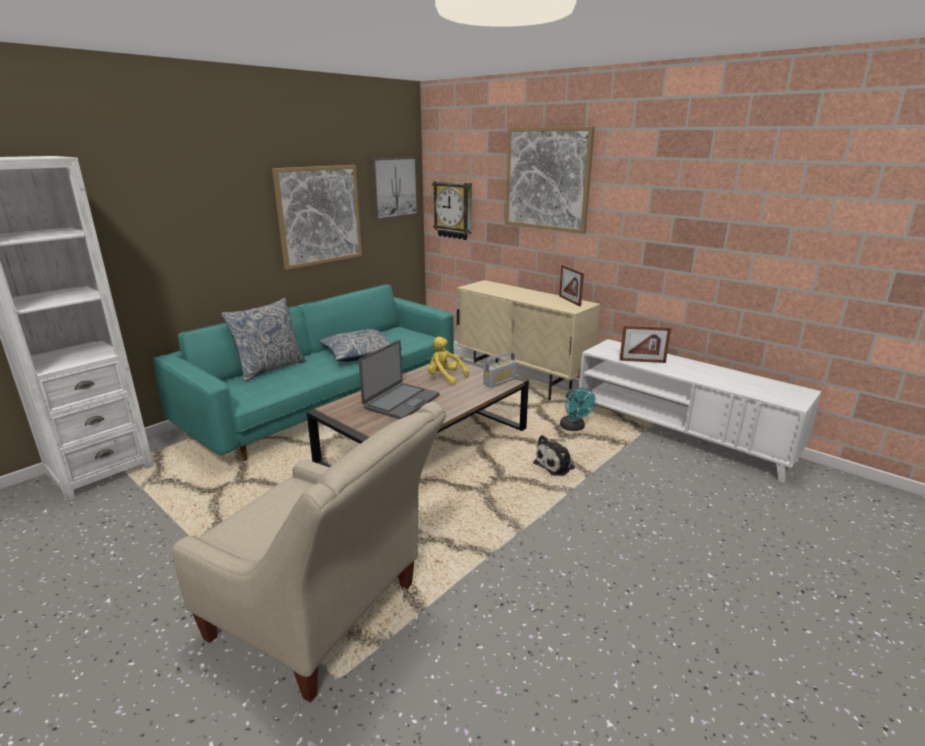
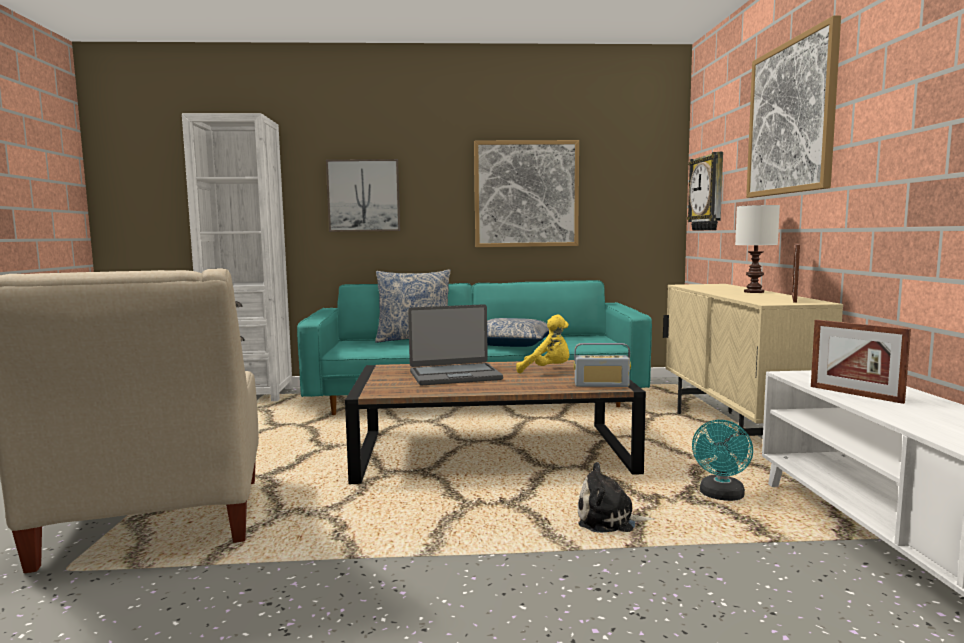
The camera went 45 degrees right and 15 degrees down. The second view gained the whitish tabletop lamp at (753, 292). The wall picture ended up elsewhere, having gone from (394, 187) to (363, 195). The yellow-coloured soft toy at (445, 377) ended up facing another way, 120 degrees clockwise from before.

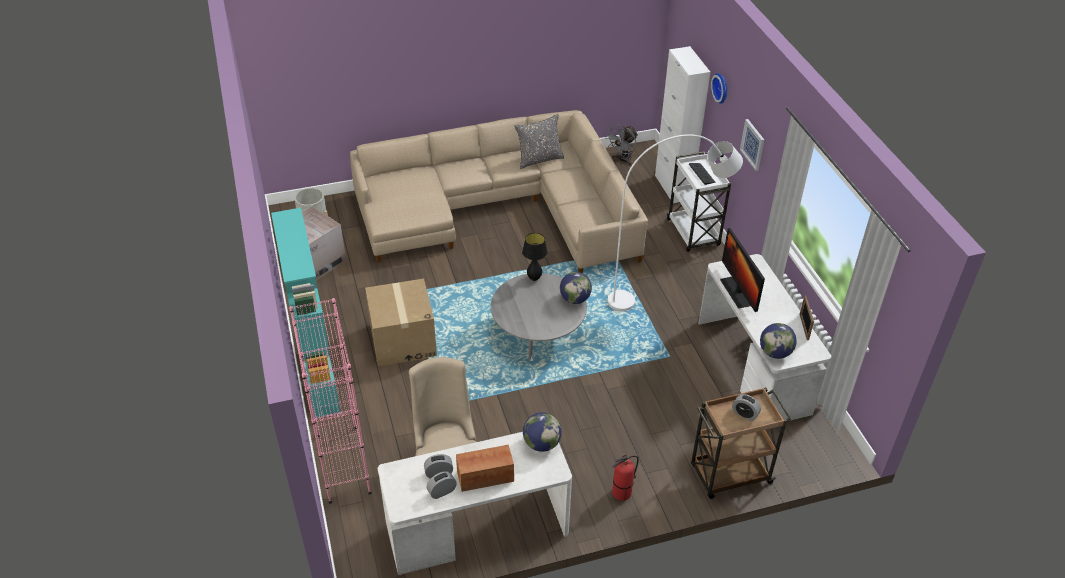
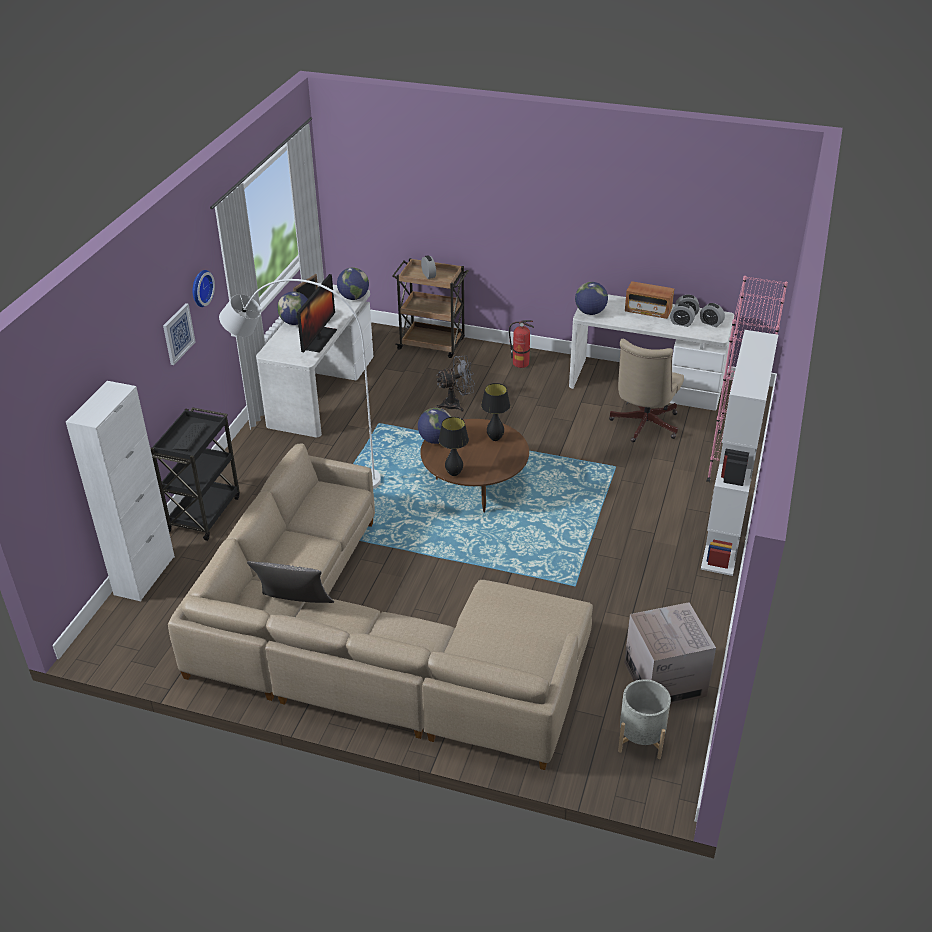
The camera went 145 degrees left and 5 degrees down. The second view lost the carton at (402, 340). The second view gained the globe at (295, 322). The second view gained the black tabletop lamp at (495, 438). The second view gained the alarm clock at (711, 323). The greyish electric fan ended up elsewhere, having gone from (622, 160) to (456, 404). The clock on the wall ended up elsewhere, having gone from (721, 88) to (200, 288). What was the turquoise bookshelf at (318, 379) turned into the whitish bookshelf at (724, 536). What was the greyish lounge table at (538, 334) turned into the brown-coloured lounge table at (474, 487). What was the whitish trolley at (693, 233) turned into the black trolley at (205, 513).

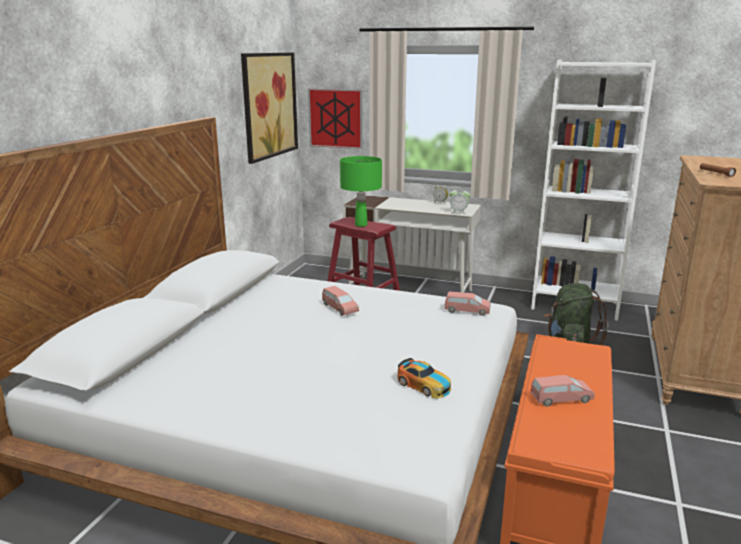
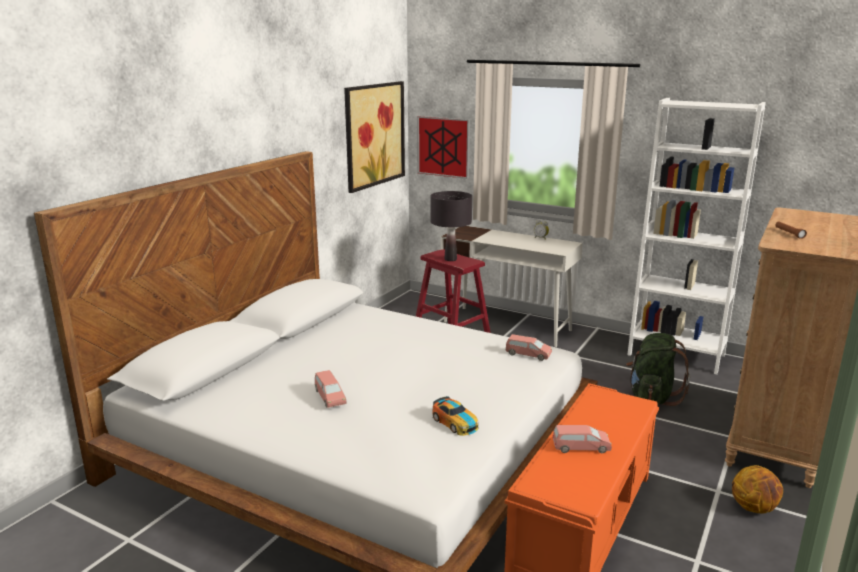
The camera went 10 degrees right and 0 degrees up. The second view lost the alarm clock at (458, 212). The second view gained the basketball ball at (754, 508). The pink model car ended up elsewhere, having gone from (339, 308) to (330, 397). What was the greenish tabletop lamp at (361, 225) turned into the black tabletop lamp at (450, 259).

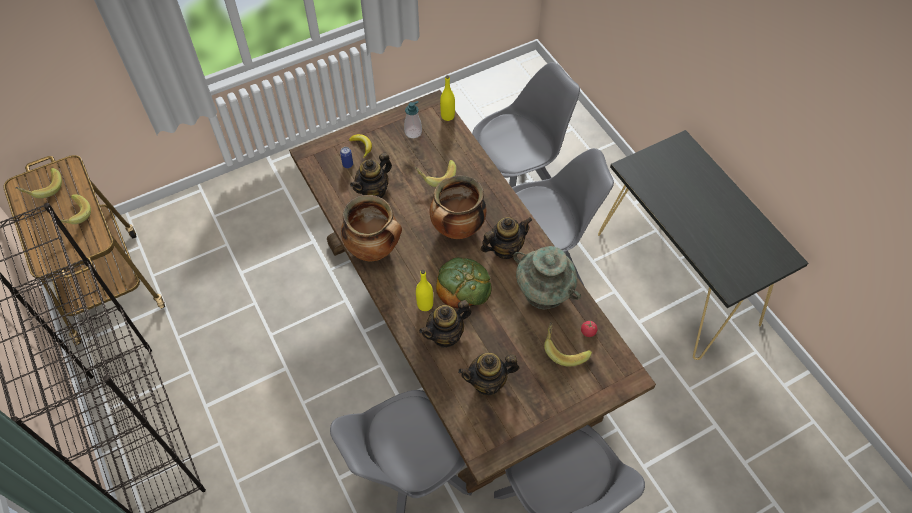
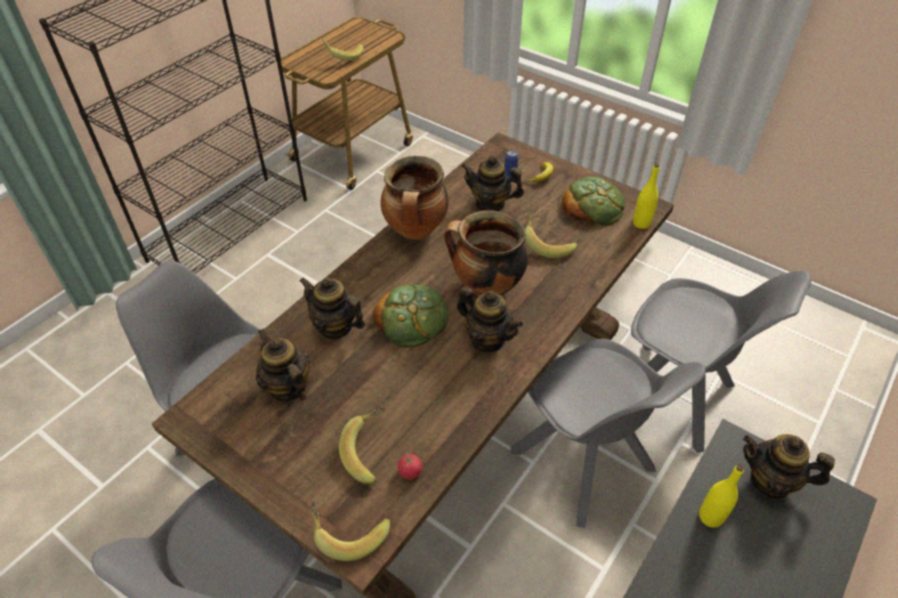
The camera went 65 degrees right and 10 degrees down. The second view lost the turquoise flower vase at (543, 292). The second view gained the pot for tea at (770, 481). The banana fruit ended up elsewhere, having gone from (43, 189) to (349, 532). The yellow-coloured bottle ended up elsewhere, having gone from (425, 305) to (710, 517). Where the soap dispenser stood at (413, 132), the bakery bread came to stand at (593, 205).

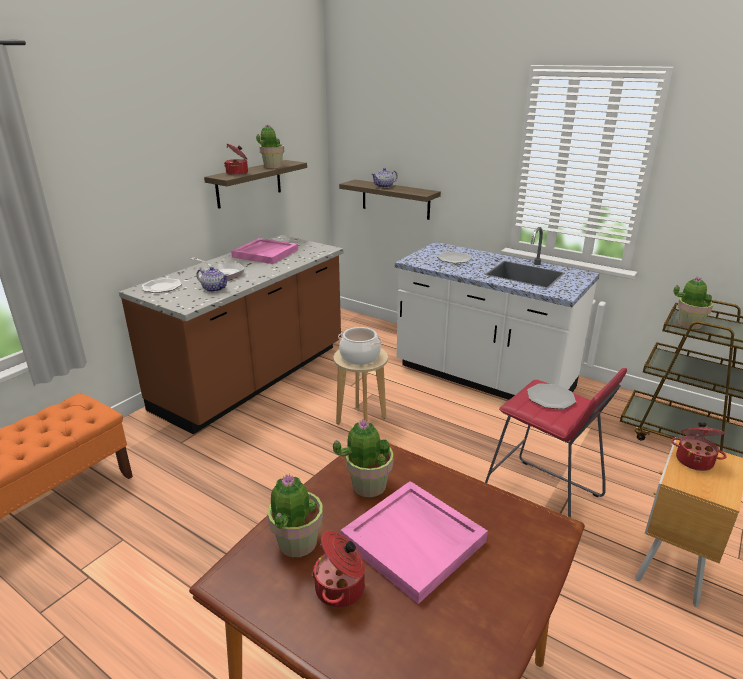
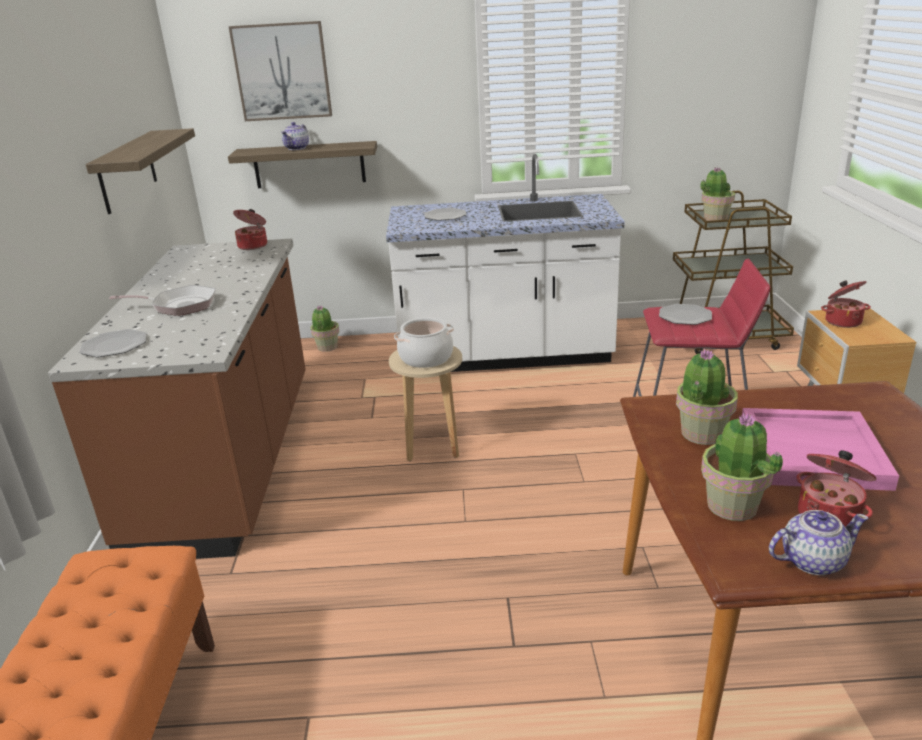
The camera went 35 degrees left and 0 degrees up. The second view lost the pink tray at (265, 253). The second view gained the wall picture at (282, 71). The pot for tea ended up elsewhere, having gone from (214, 289) to (811, 561). The saucepot ended up elsewhere, having gone from (238, 173) to (253, 246). The potted plant ended up elsewhere, having gone from (272, 166) to (327, 347).

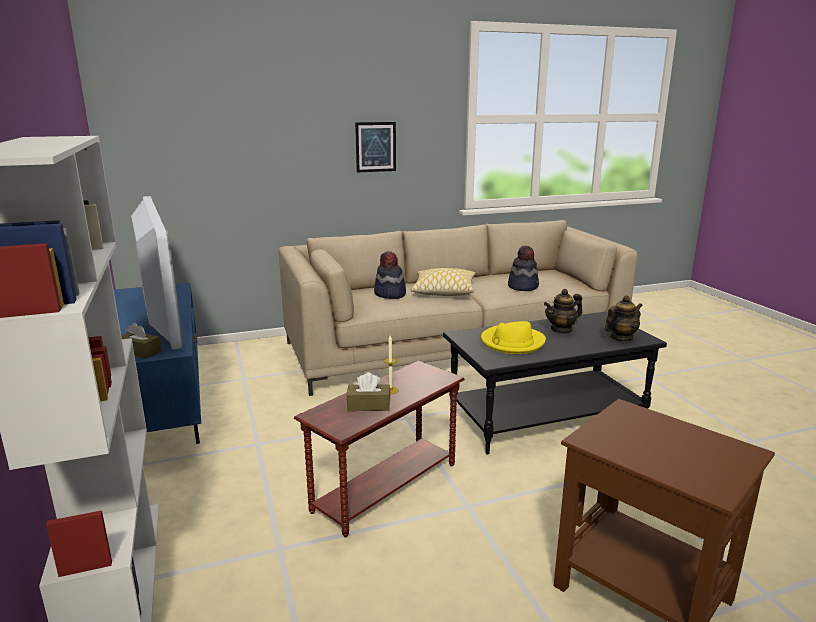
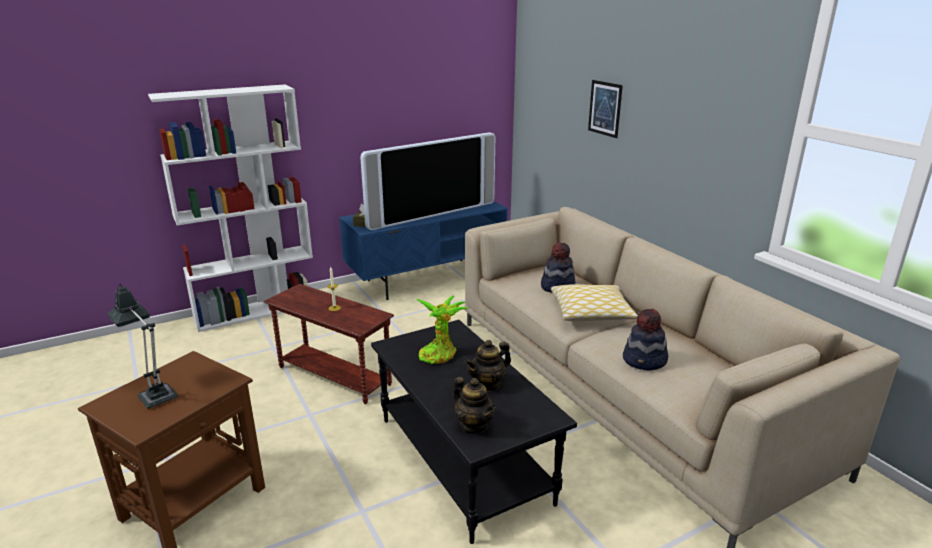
The camera went 80 degrees right and 5 degrees up. The second view lost the brown-coloured tissue box at (368, 405). The second view gained the tabletop lamp at (155, 394). The wall picture ended up elsewhere, having gone from (375, 147) to (605, 108). Where the yellow-coloured clothing hat stood at (512, 342), the potted plant came to stand at (439, 354). The pot for tea at (561, 330) ended up facing another way, 90 degrees counterclockwise from before.

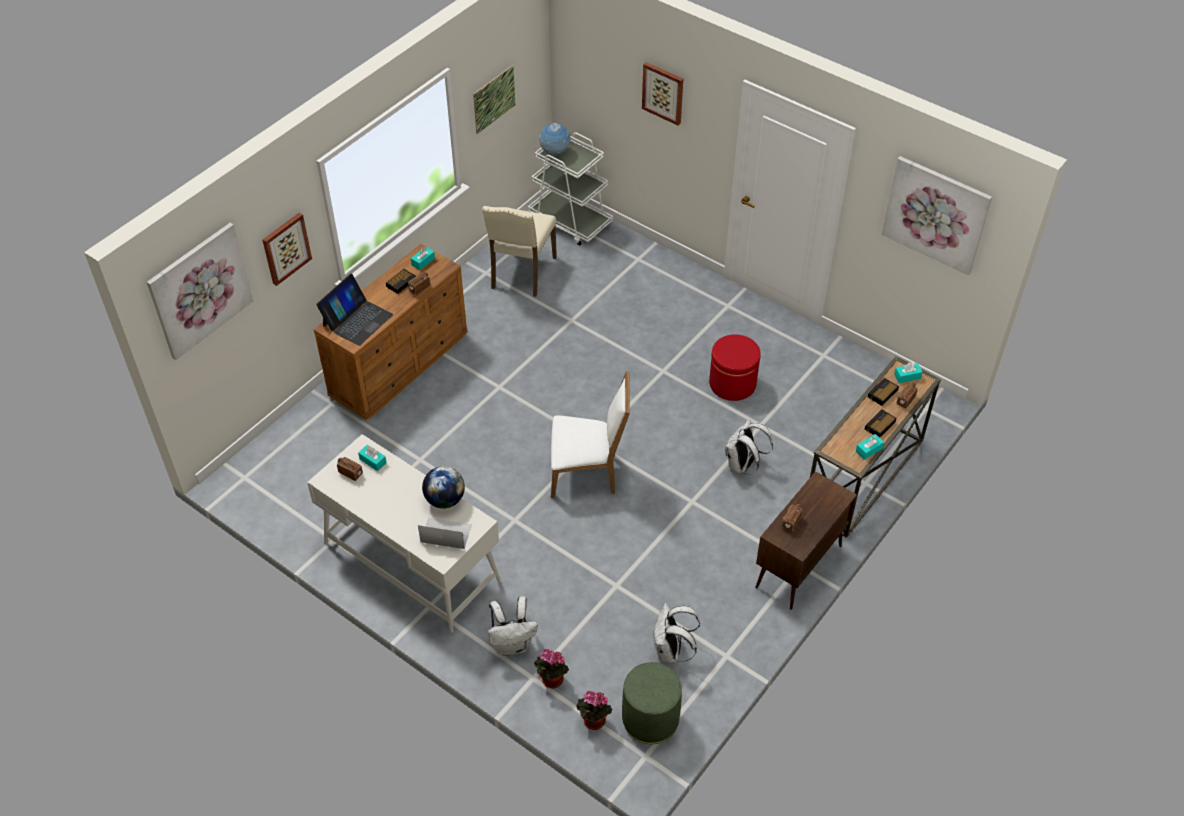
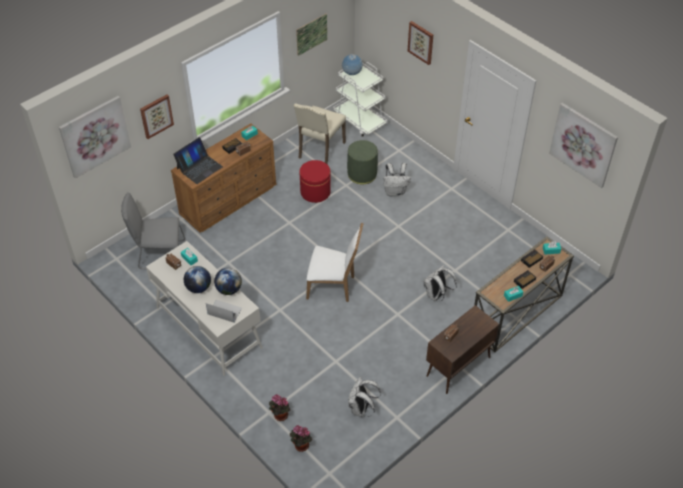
The camera went 10 degrees right and 0 degrees up. The second view gained the greyish upright chair at (159, 255). The second view gained the globe at (198, 288). The whitish backpack ended up elsewhere, having gone from (512, 644) to (395, 192). The greenish pouffe ended up elsewhere, having gone from (650, 719) to (362, 174). The red-coloured pouffe ended up elsewhere, having gone from (732, 384) to (315, 192).

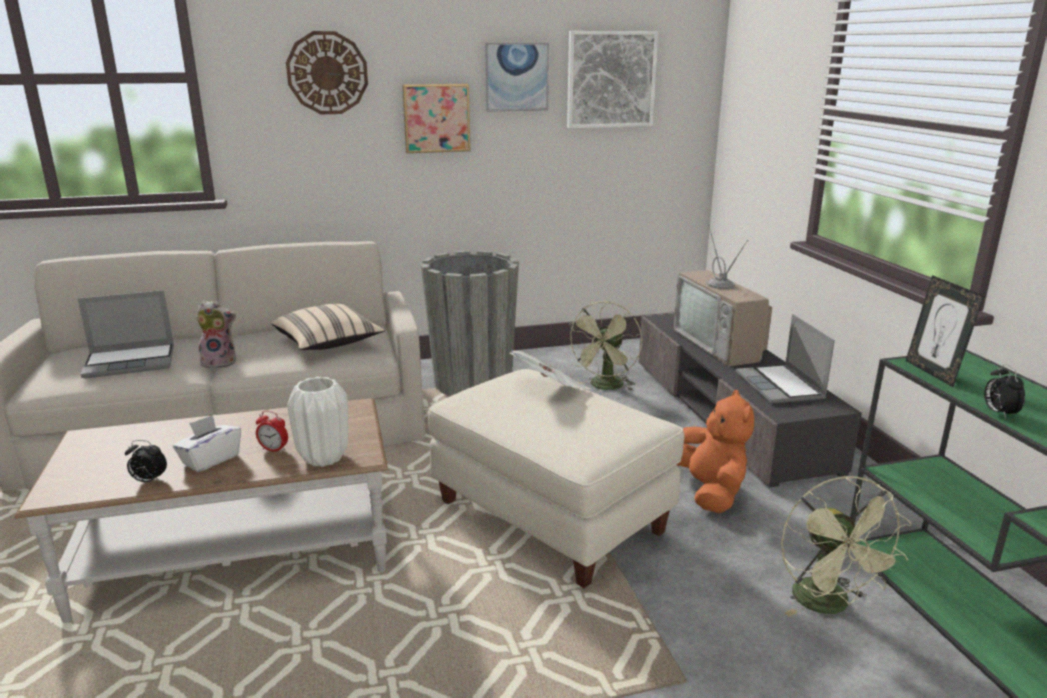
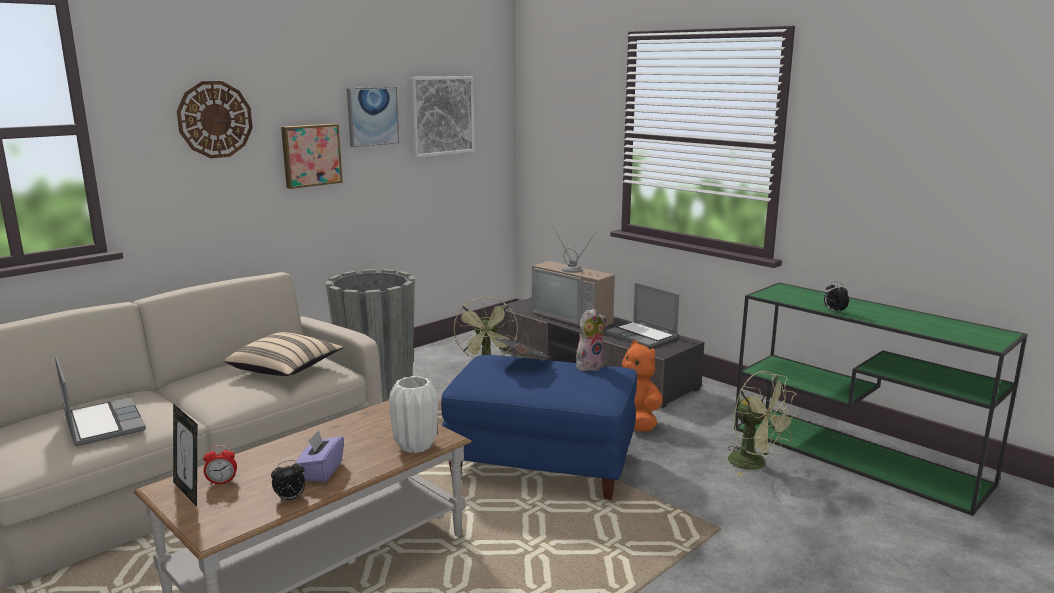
The camera went 30 degrees left and 5 degrees down. The soft toy ended up elsewhere, having gone from (220, 362) to (589, 365). The alarm clock ended up elsewhere, having gone from (274, 449) to (222, 482). The photo frame ended up elsewhere, having gone from (933, 373) to (190, 492). What was the whitish tissue box at (210, 459) turned into the purplish tissue box at (321, 471). What was the beige pouffe at (549, 518) turned into the blue pouffe at (541, 466). The laptop at (131, 362) ended up facing another way, 75 degrees counterclockwise from before.

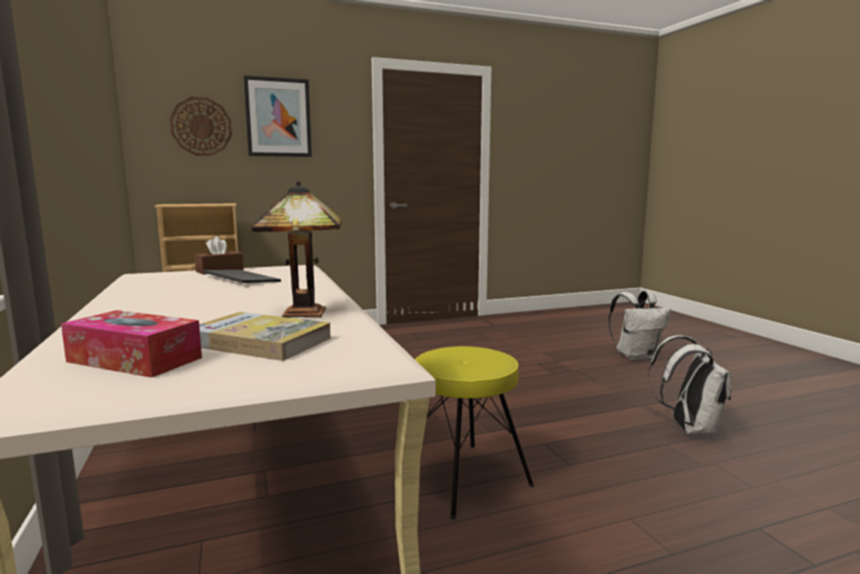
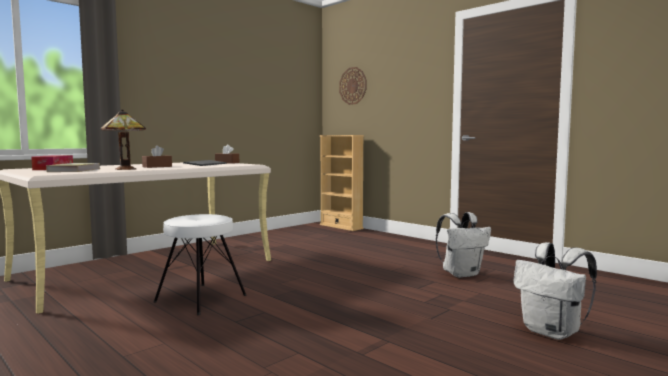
The camera went 65 degrees right and 5 degrees down. The second view lost the wall picture at (278, 117). The second view gained the brown-coloured tissue box at (157, 166). The whitish backpack ended up elsewhere, having gone from (689, 429) to (461, 274). What was the yellow-coloured stool seat at (465, 478) turned into the whitish stool seat at (201, 299).

